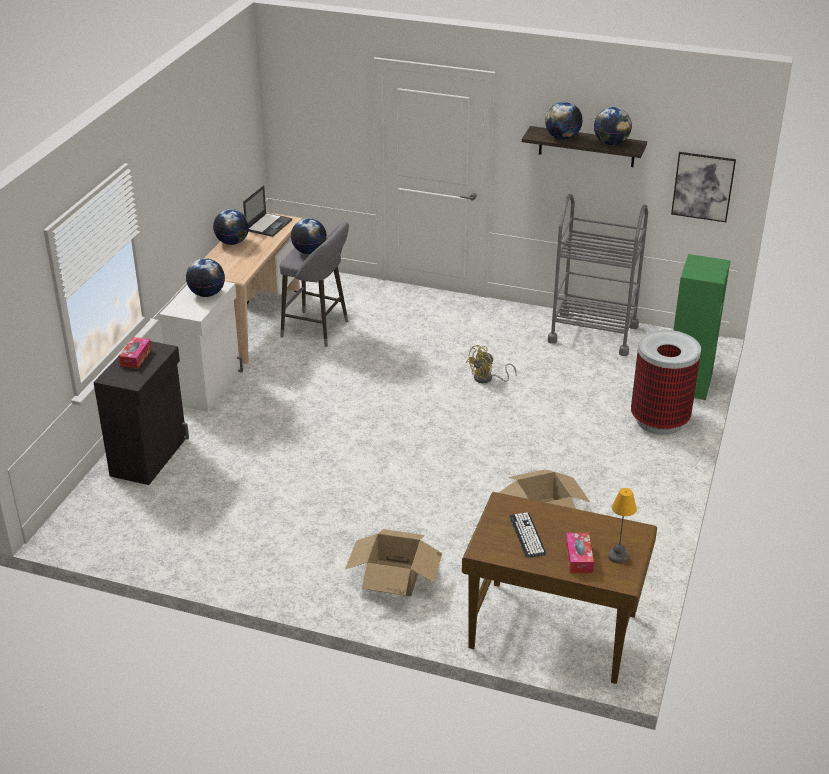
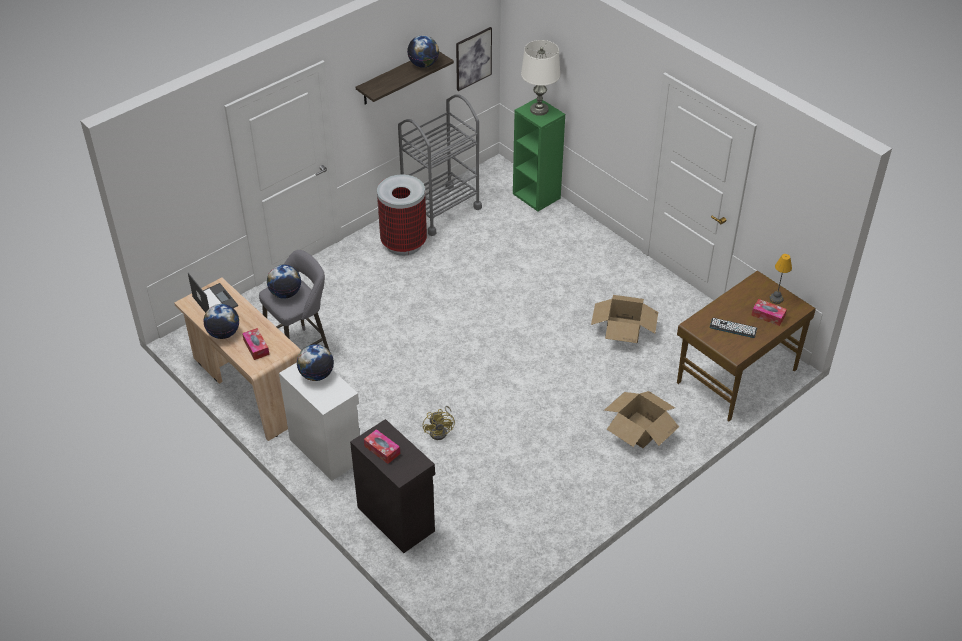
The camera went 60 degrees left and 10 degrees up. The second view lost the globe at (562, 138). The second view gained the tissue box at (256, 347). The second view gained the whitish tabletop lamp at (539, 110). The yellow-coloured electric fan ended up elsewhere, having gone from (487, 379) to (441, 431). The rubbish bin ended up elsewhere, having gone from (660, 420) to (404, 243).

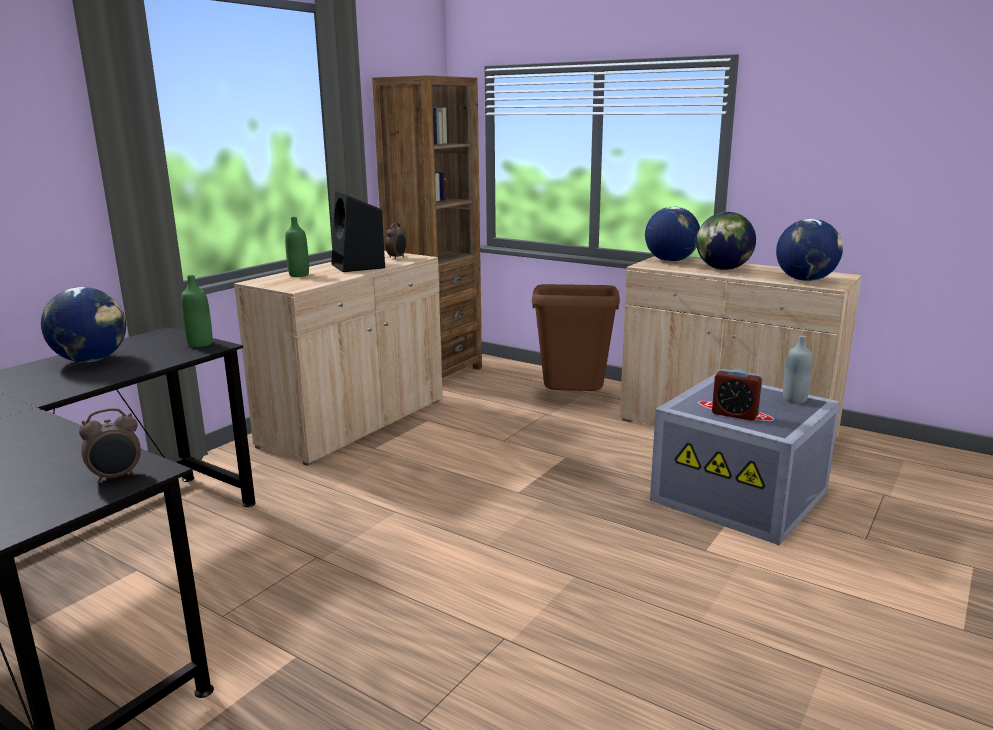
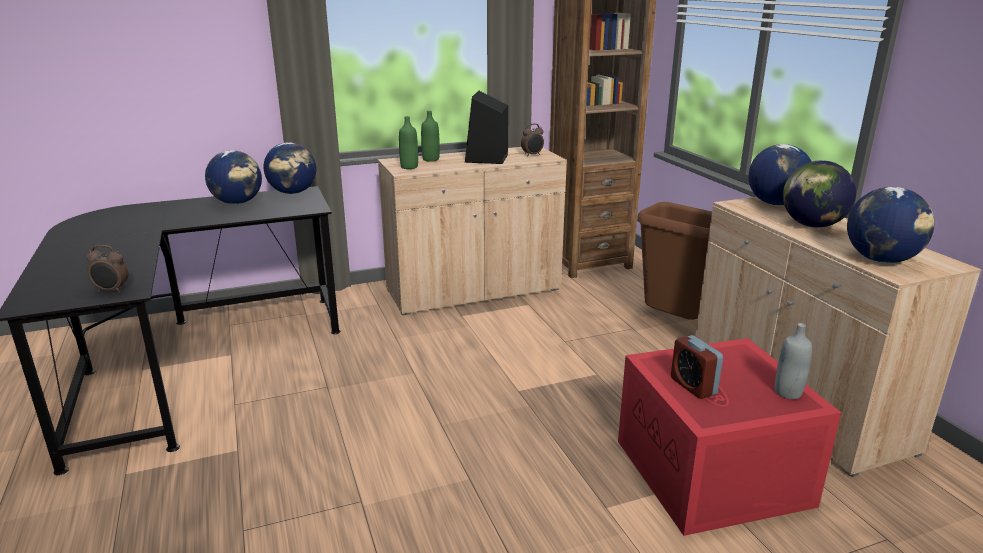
The camera went 35 degrees right and 5 degrees up. The second view gained the globe at (293, 193). The greenish bottle ended up elsewhere, having gone from (200, 344) to (409, 167). What was the greyish storage bin at (742, 496) turned into the red-coloured storage bin at (715, 473).

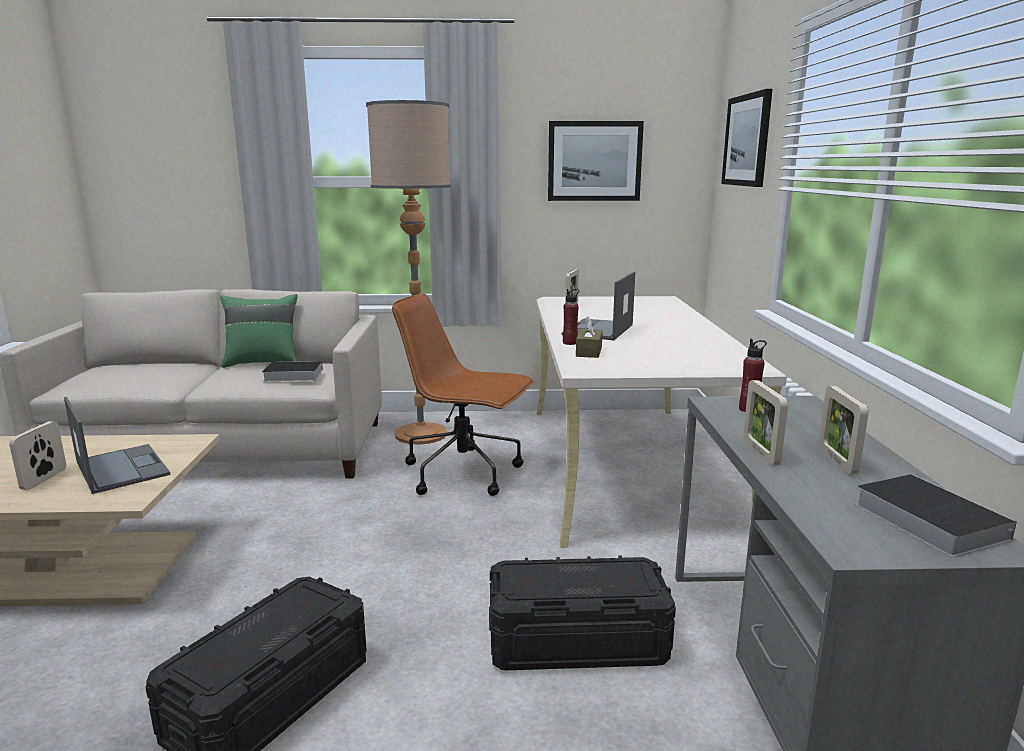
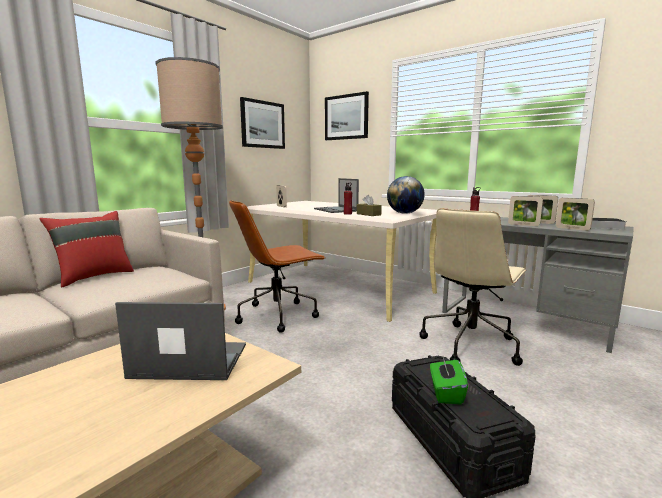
The camera went 50 degrees left and 5 degrees down. The second view lost the bound book at (291, 375). The second view gained the globe at (404, 213). The second view gained the greenish tissue box at (446, 393). The photo frame ended up elsewhere, having gone from (44, 479) to (572, 229). Where the black storage bin stood at (576, 642), the beige office chair came to stand at (470, 344). What was the greenish pillow at (263, 363) turned into the red-coloured pillow at (94, 277).

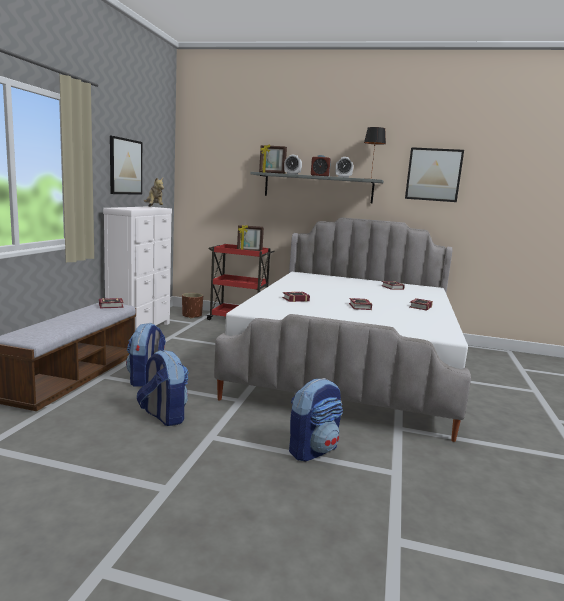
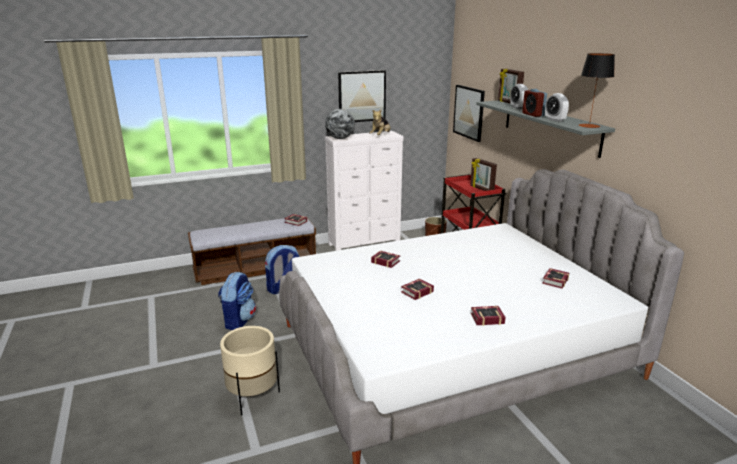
The camera went 55 degrees right and 10 degrees up. The second view gained the globe at (340, 138). The wall picture ended up elsewhere, having gone from (433, 174) to (469, 112). Where the backpack stood at (313, 450), the beige planter came to stand at (253, 397).

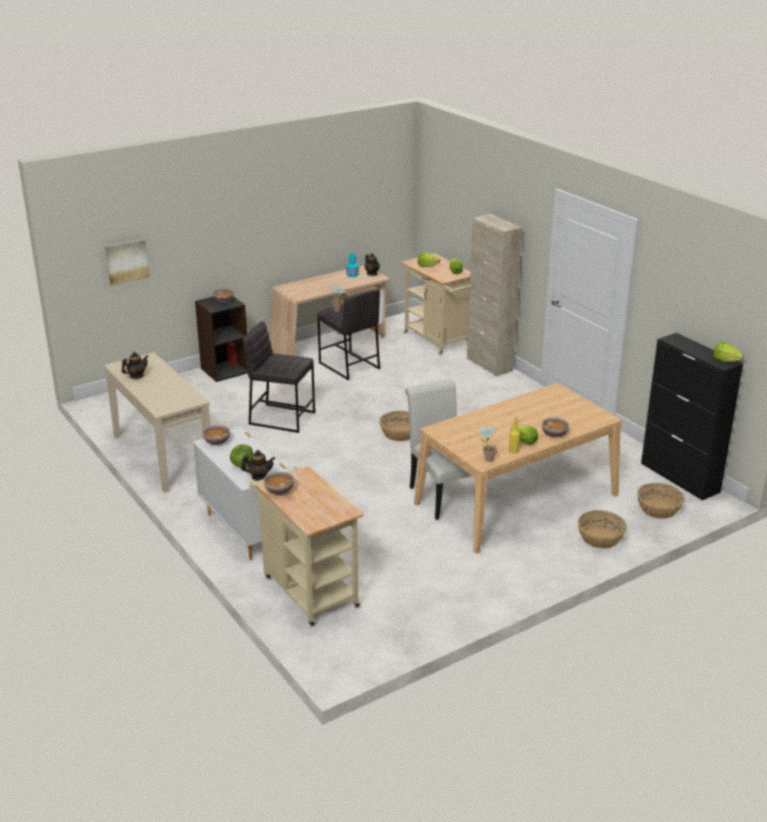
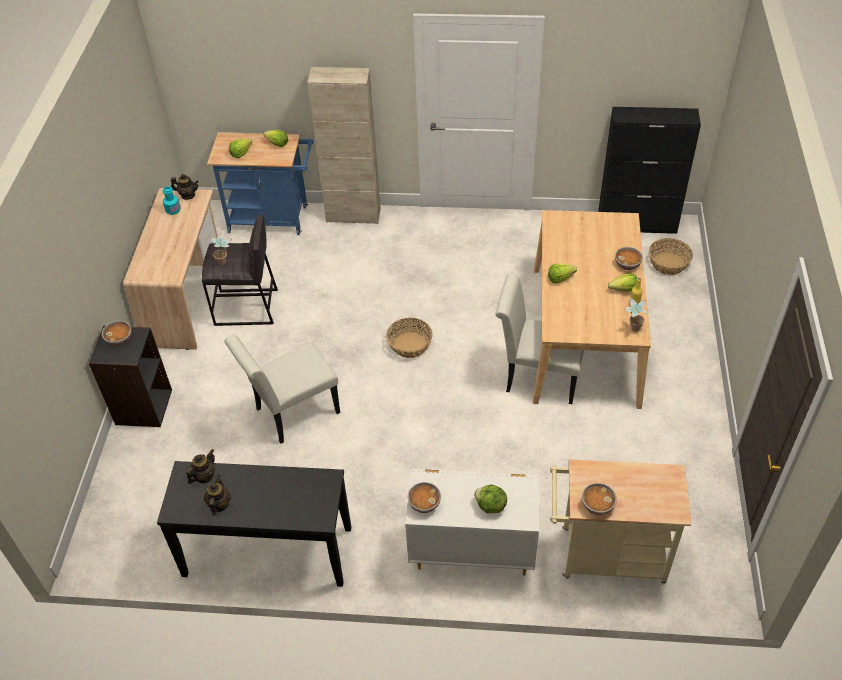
The camera went 50 degrees left and 20 degrees up. The second view lost the wall picture at (126, 261). The second view lost the household basket at (600, 538). The pot for tea ended up elsewhere, having gone from (259, 477) to (204, 476). The lettuce ended up elsewhere, having gone from (725, 360) to (560, 278). Where the greyish stool seat stood at (282, 418), the whitish upright chair came to stand at (292, 413). What was the beige console table at (162, 456) turned into the black console table at (267, 552). What was the beige trolley at (440, 341) turned into the blue trolley at (273, 219).

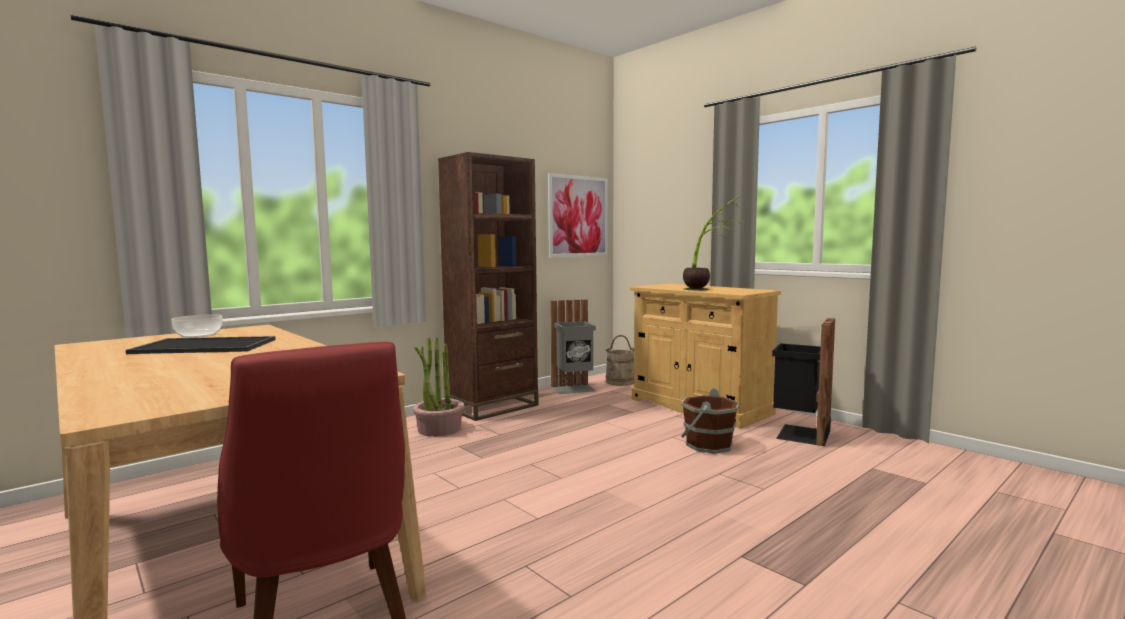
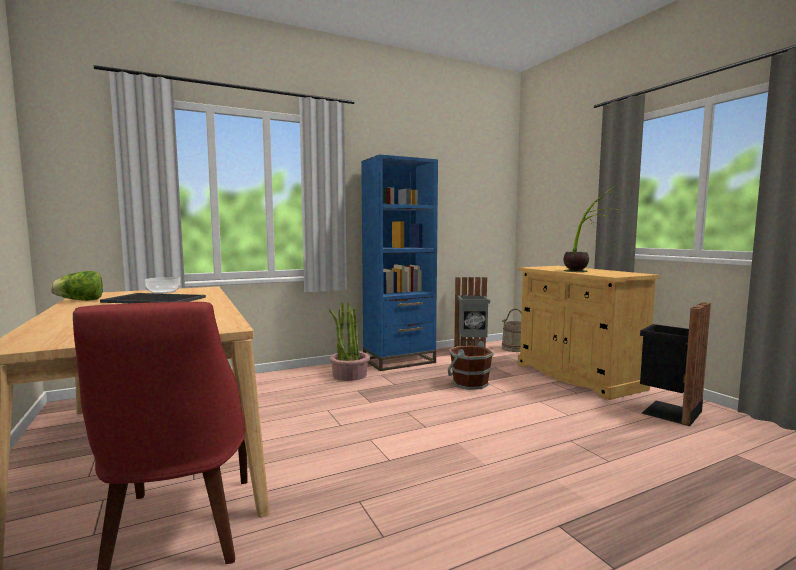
The camera went 15 degrees right and 0 degrees up. The second view lost the wall picture at (578, 216). The second view gained the lettuce at (81, 301). The brown-coloured bucket ended up elsewhere, having gone from (708, 445) to (469, 383). What was the brown-coloured bookshelf at (493, 407) turned into the blue bookshelf at (399, 361).

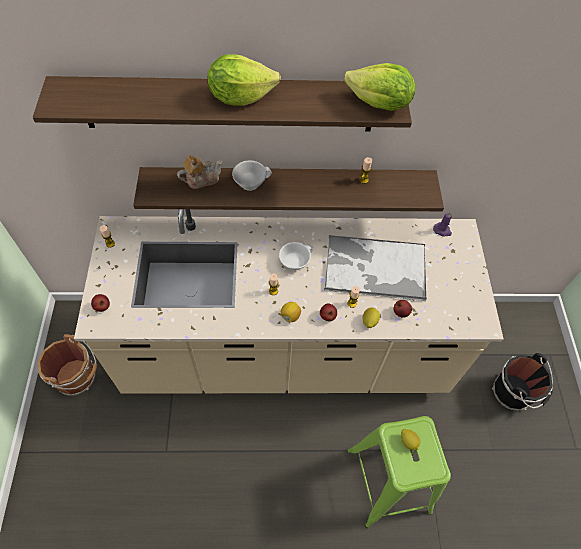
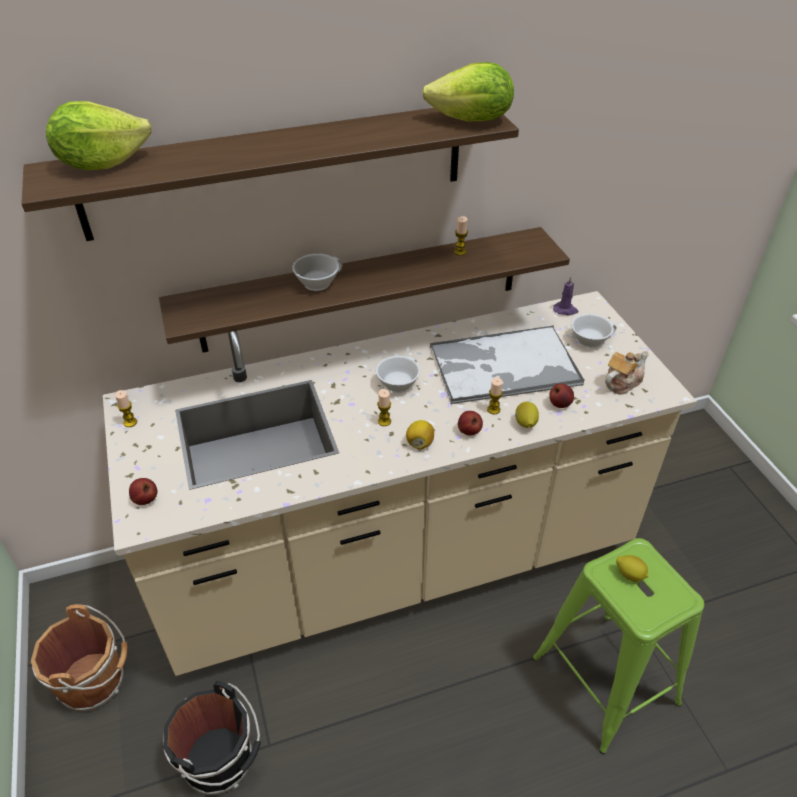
The camera went 15 degrees left and 15 degrees down. The second view gained the whitish drinking cup at (589, 339). The pot for tea ended up elsewhere, having gone from (201, 179) to (621, 382). The lettuce ended up elsewhere, having gone from (240, 96) to (101, 163). The black bucket ended up elsewhere, having gone from (513, 393) to (222, 761).

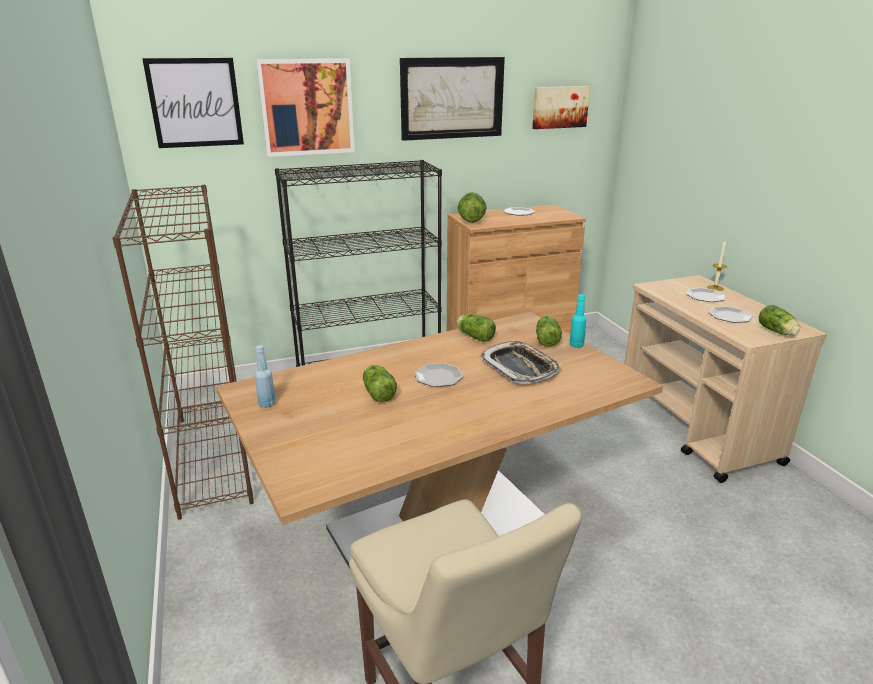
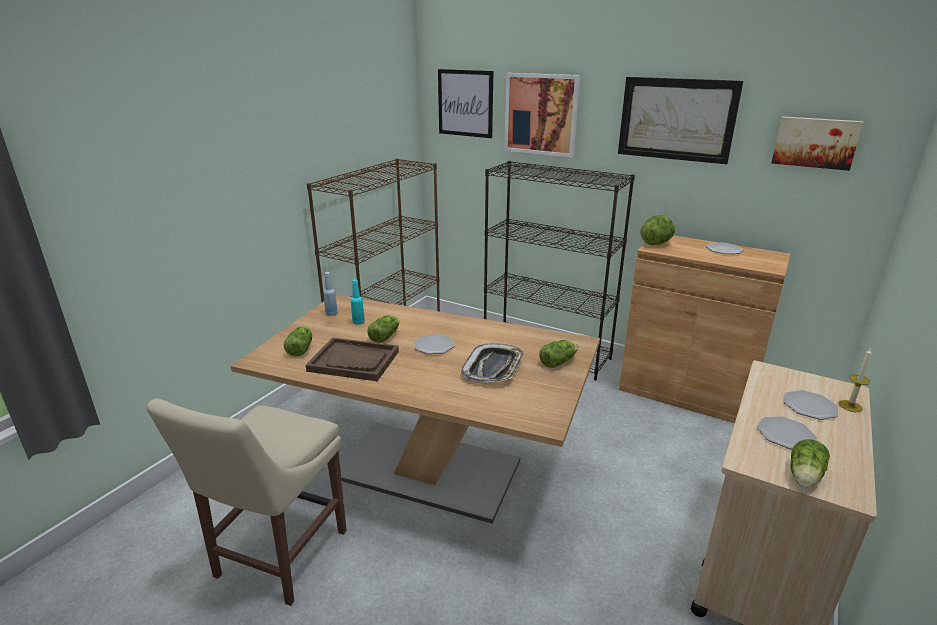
The camera went 50 degrees right and 0 degrees up. The second view gained the brown-coloured tray at (354, 361). The lettuce ended up elsewhere, having gone from (474, 336) to (301, 349). The turquoise bottle ended up elsewhere, having gone from (576, 345) to (358, 322).

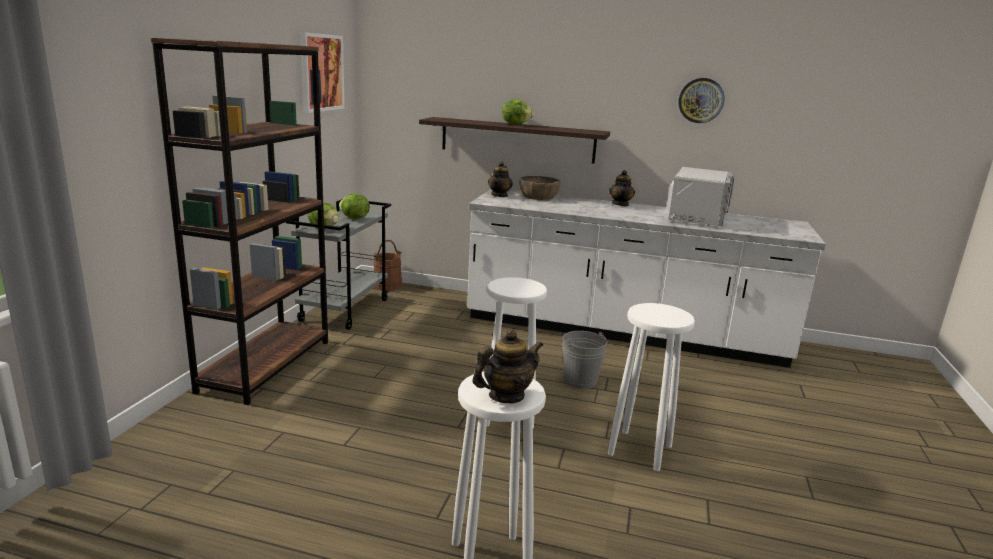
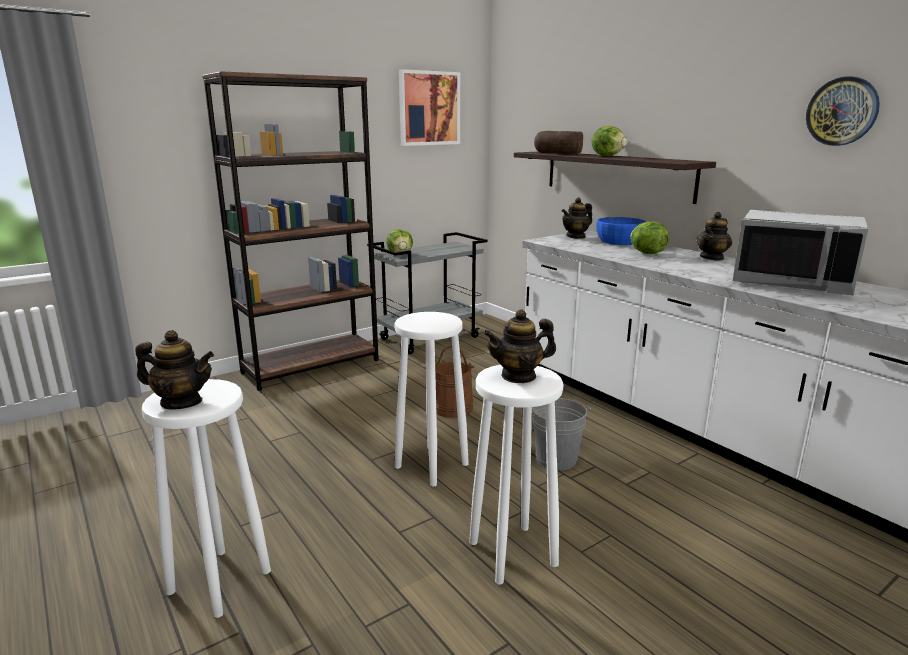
The camera went 40 degrees right and 0 degrees up. The second view gained the pot for tea at (519, 376). The second view gained the bakery bread at (556, 153). The lettuce ended up elsewhere, having gone from (354, 218) to (646, 253). The brown-coloured bucket ended up elsewhere, having gone from (387, 285) to (452, 408). What was the brown-coloured deep dish at (538, 197) turned into the blue deep dish at (619, 241). The greyish microwave oven at (695, 217) ended up facing another way, 60 degrees clockwise from before.

